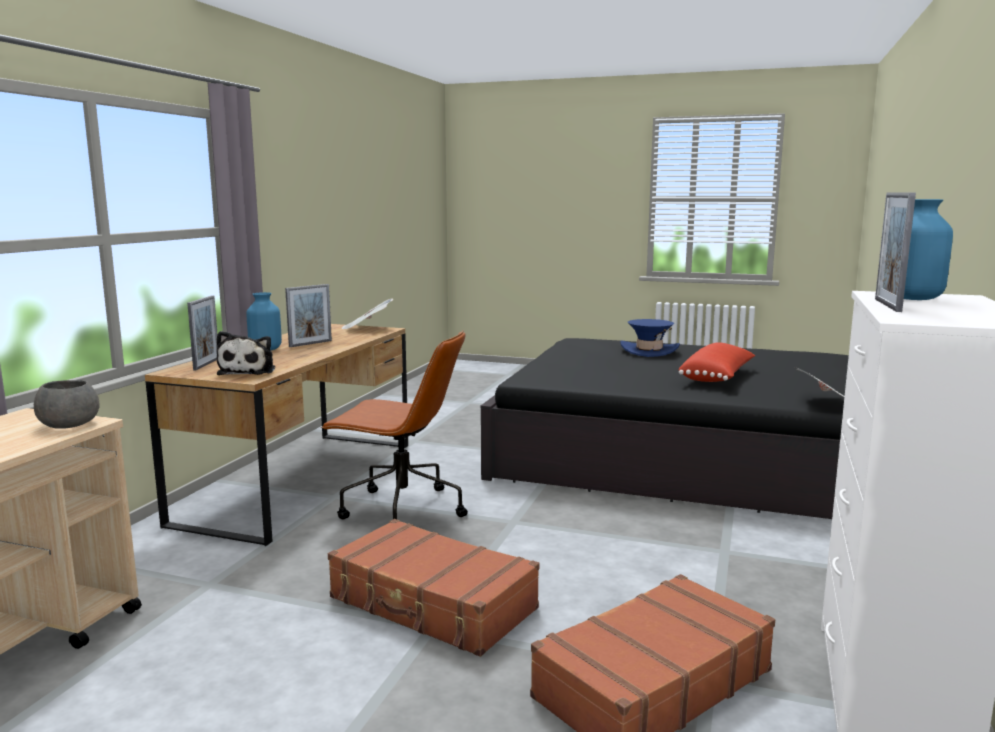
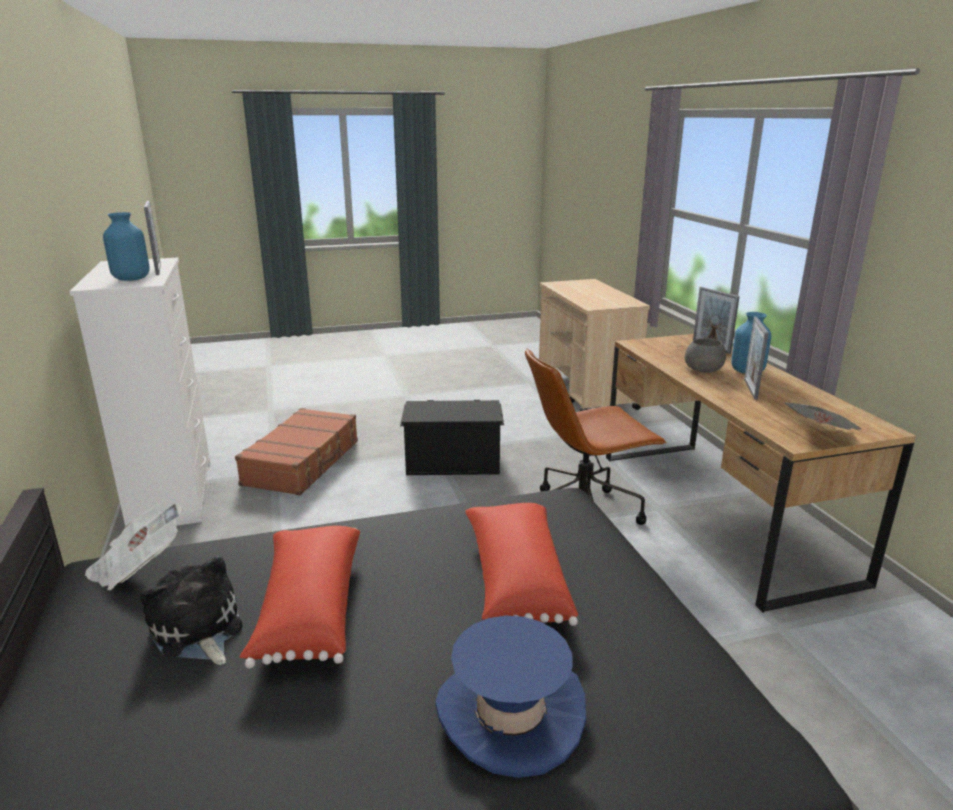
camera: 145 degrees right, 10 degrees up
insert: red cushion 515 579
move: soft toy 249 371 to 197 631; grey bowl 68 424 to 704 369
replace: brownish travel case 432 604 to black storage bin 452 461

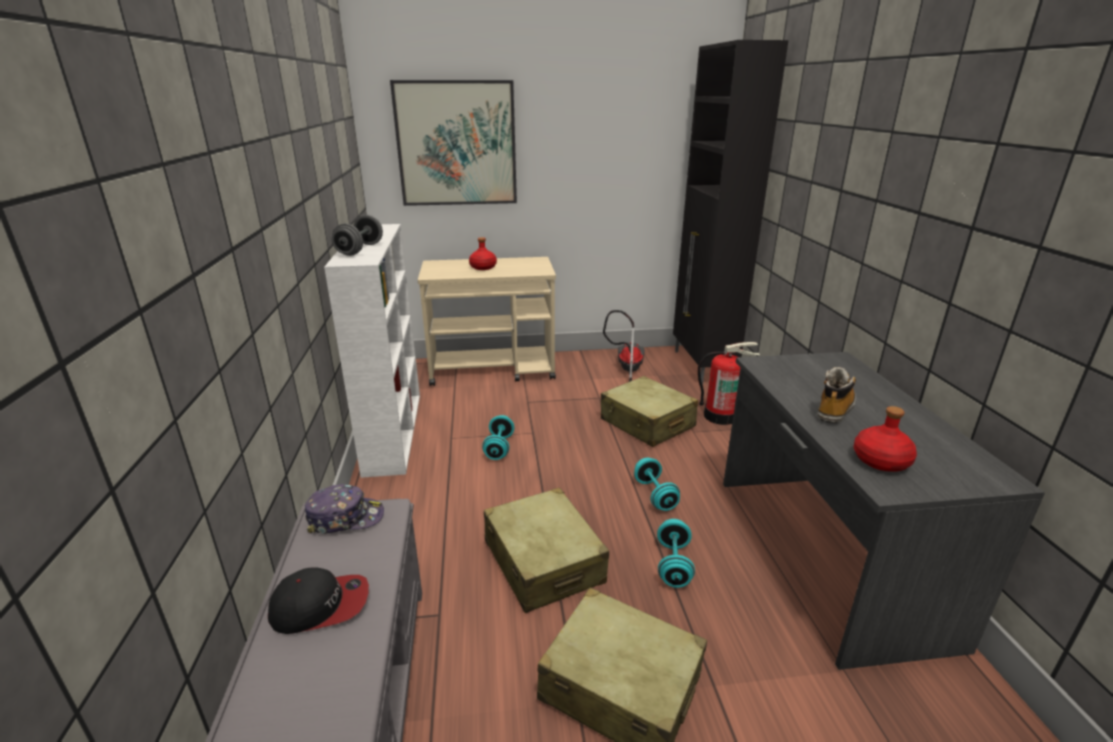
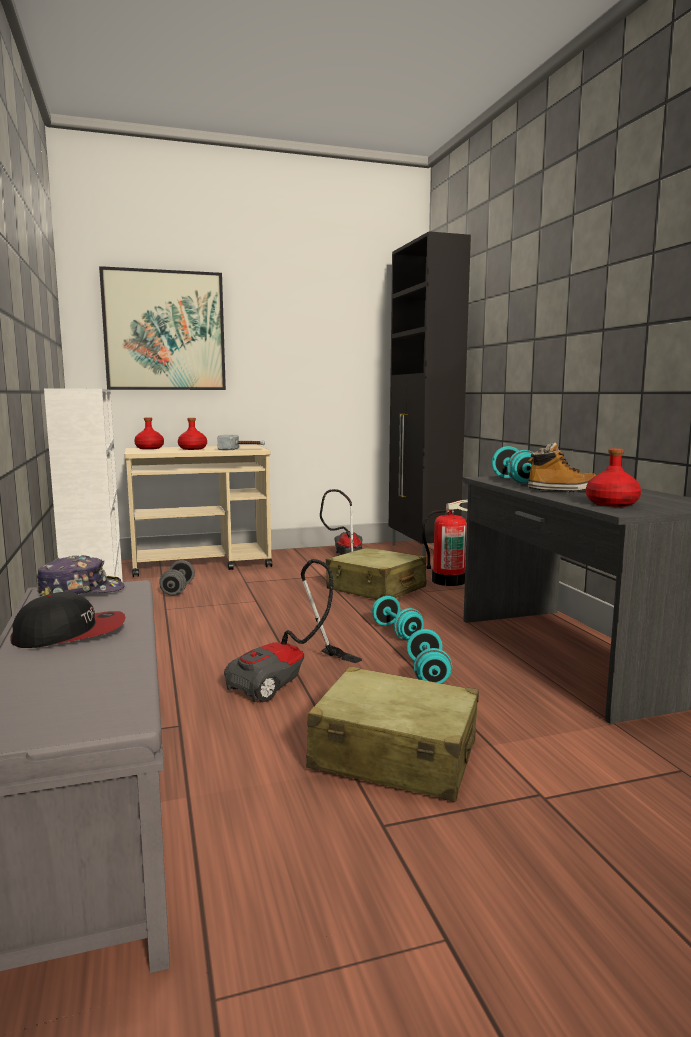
camera: 10 degrees left, 15 degrees down
insert: red drink bottle 149 448; tool hammer 242 449
move: grey free weight 360 249 to 178 589; blue-green free weight 499 448 to 514 480
replace: sand-coloured travel case 543 562 to hoover 289 682
rotate: tall boot 834 409 = 562 490 60 degrees clockwise

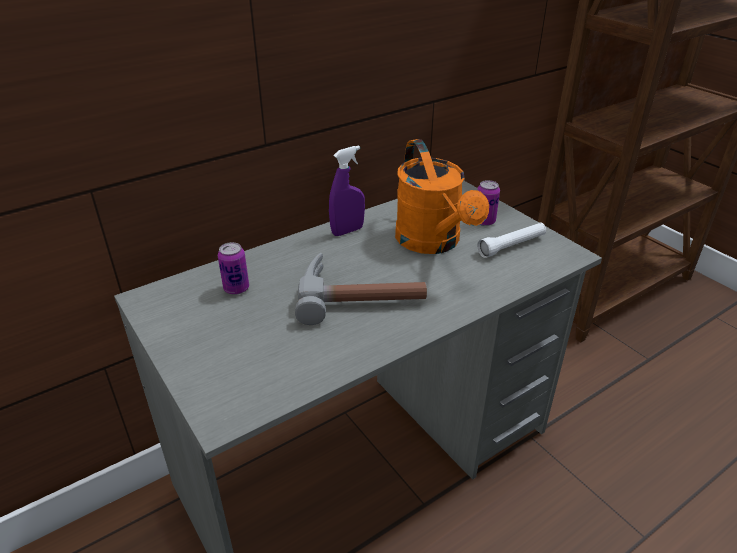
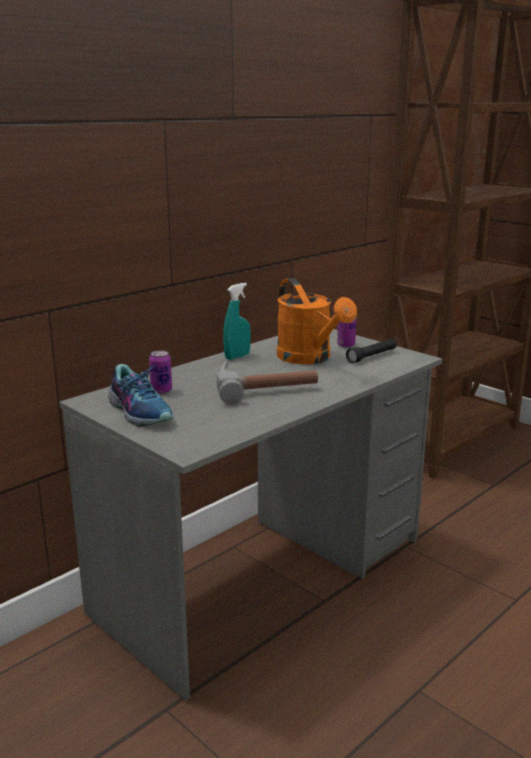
camera: 10 degrees left, 15 degrees down
insert: low shoe 141 411
recolor: purple sprayer 347 231 to blue-green sprayer 237 356; white-coloured hand torch 511 246 to black hand torch 372 356

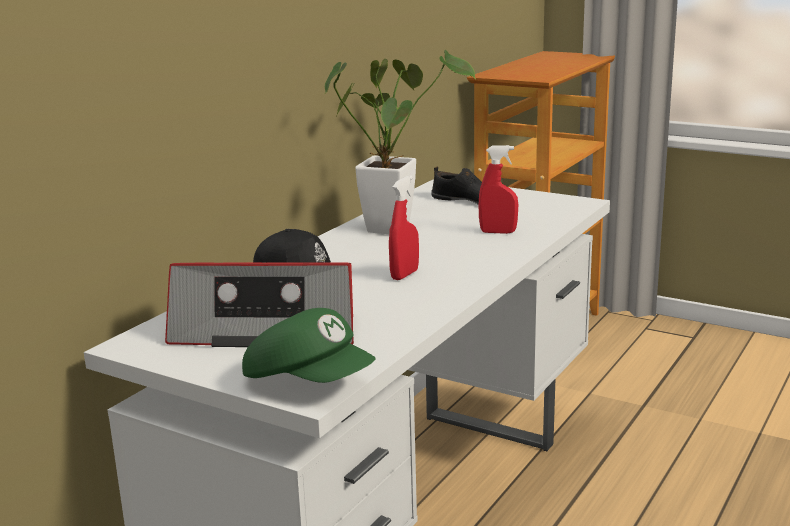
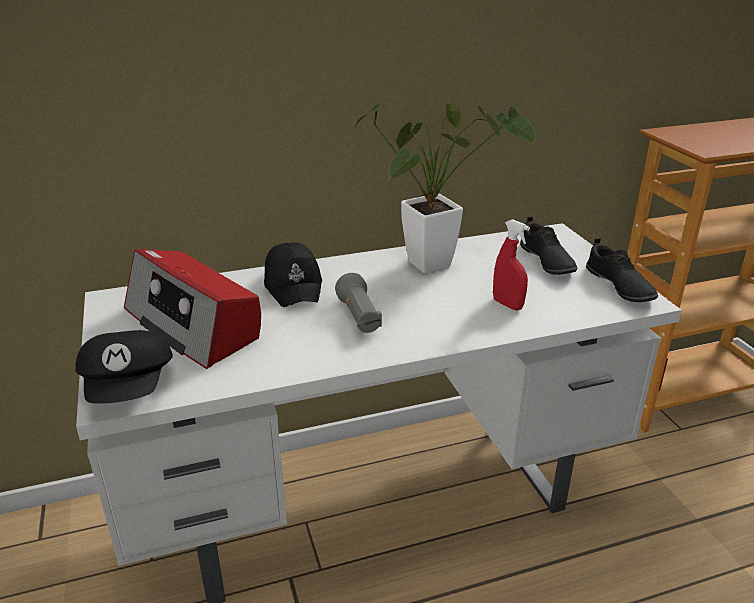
camera: 40 degrees right, 10 degrees up
insert: black low shoe 619 286
replace: red sprayer 404 275 to grey hand torch 359 317
recolor: greenish baseball cap 309 381 to black baseball cap 130 388

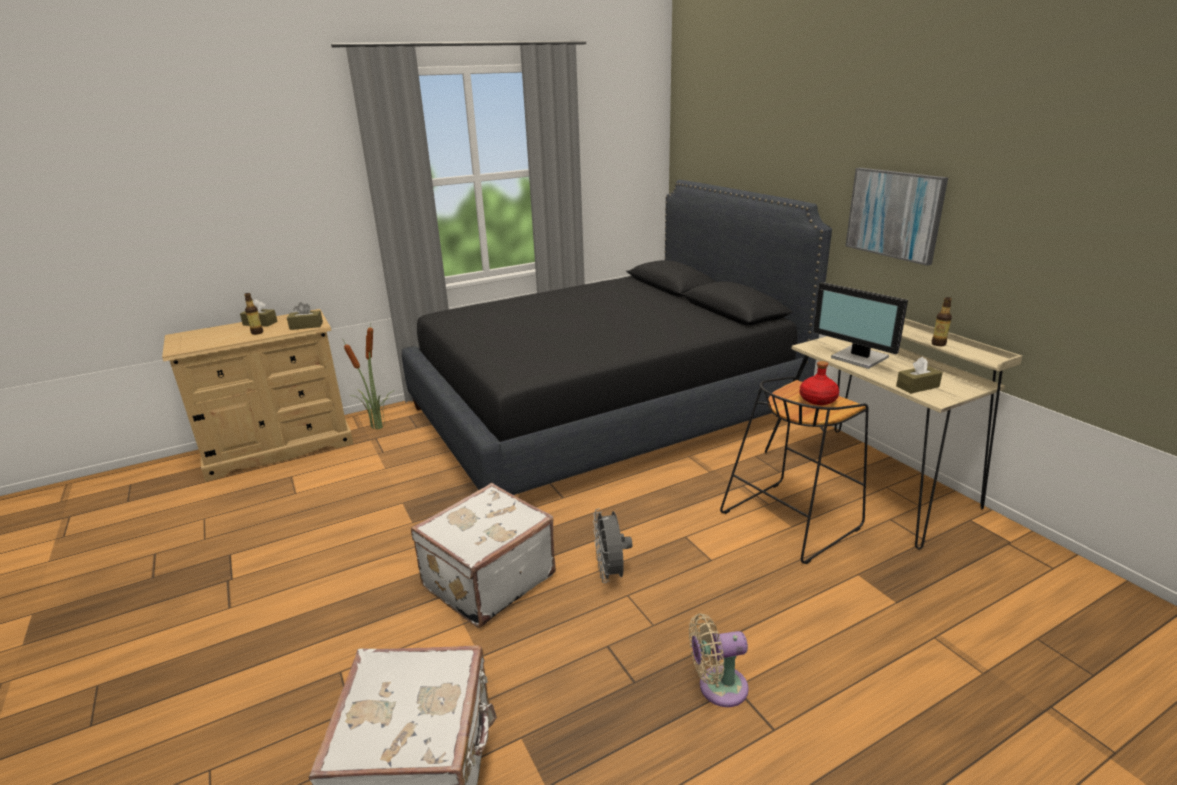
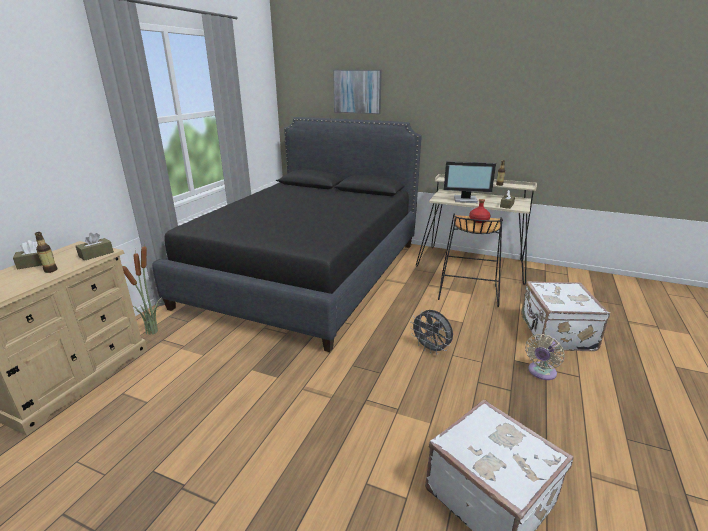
camera: 40 degrees left, 0 degrees up
move: picture 894 214 to 357 91; white-coloured travel case 487 580 to 555 333

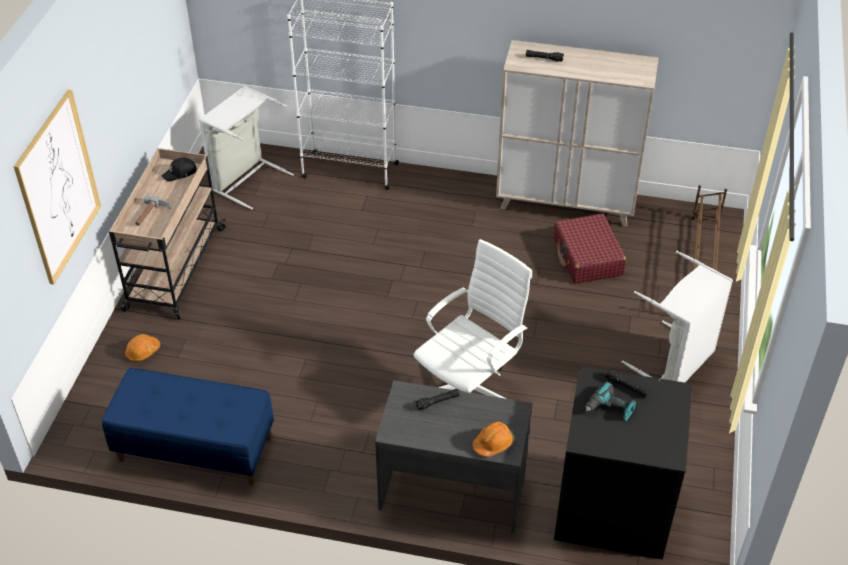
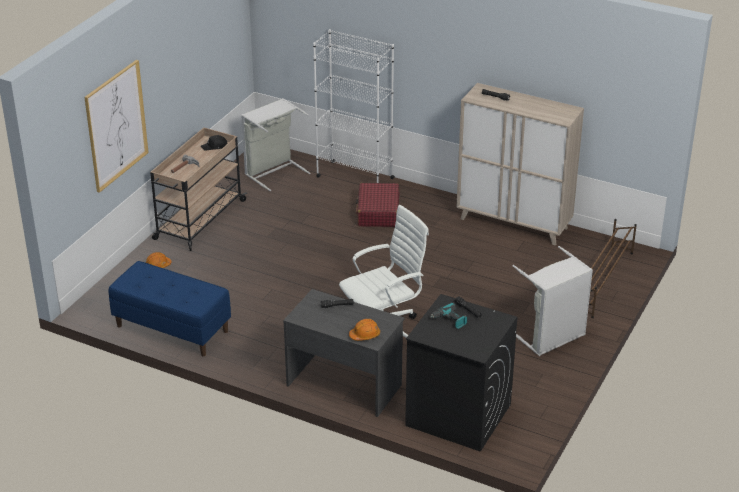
camera: 15 degrees right, 10 degrees down
move: red travel case 587 257 to 378 212

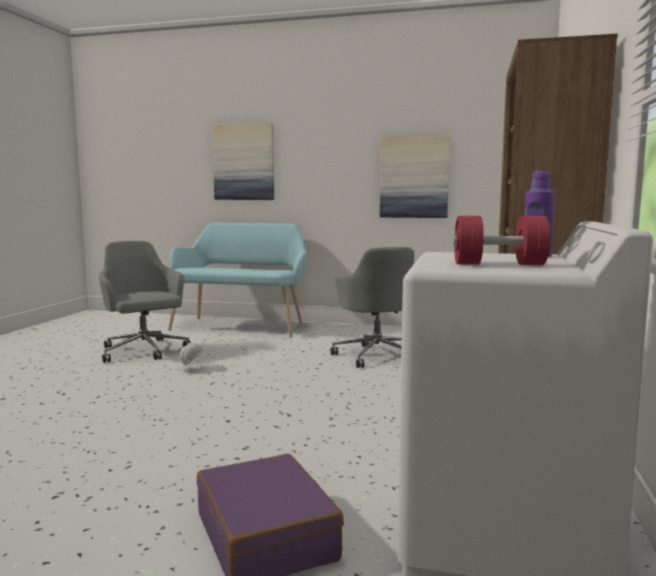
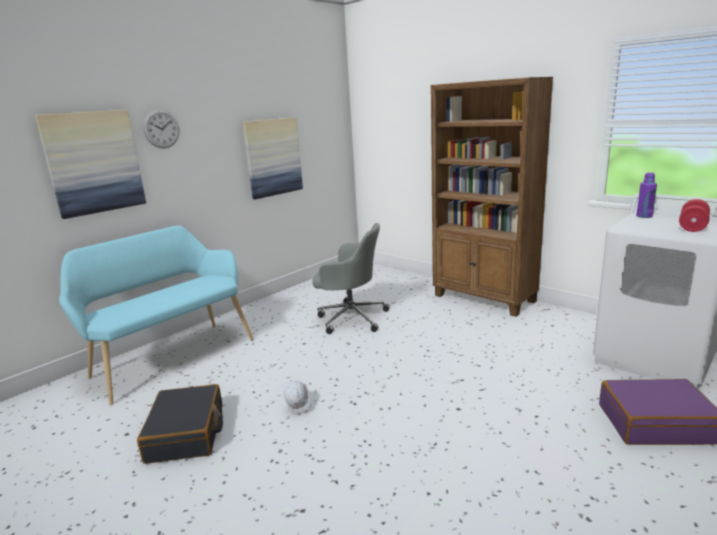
camera: 60 degrees left, 10 degrees up
insert: hanging clock 161 129
replace: grey computer chair 144 351 to black travel case 187 433

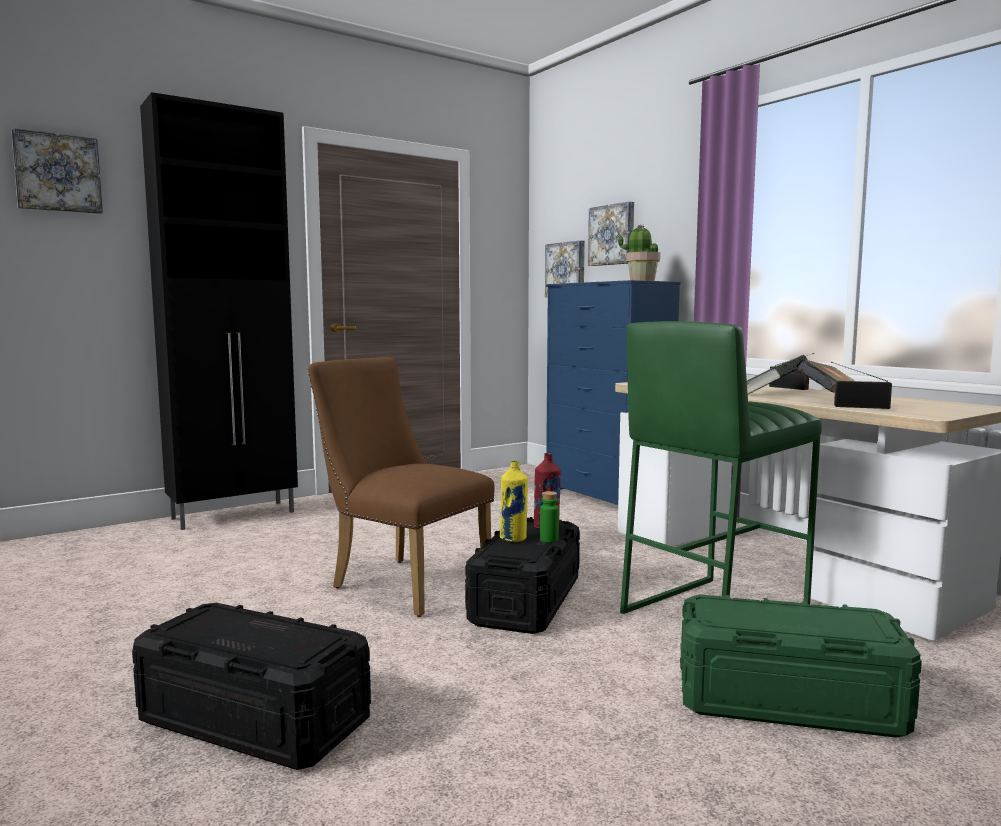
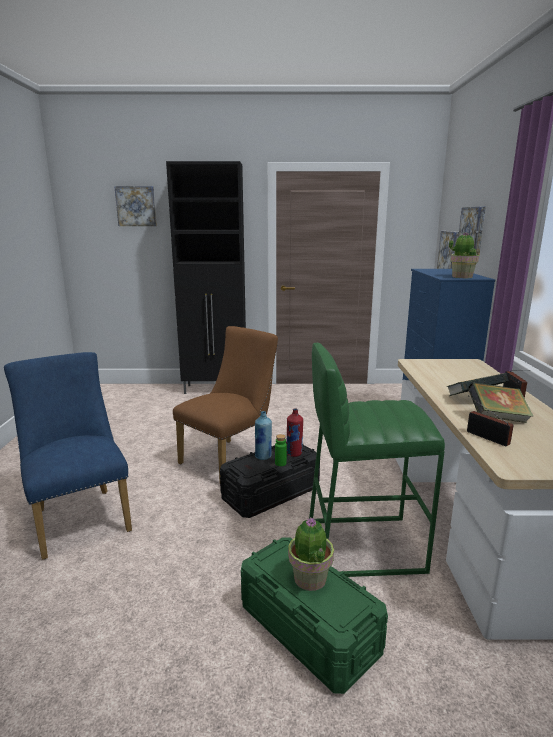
camera: 35 degrees right, 10 degrees up
insert: houseplant 310 579
replace: black storage bin 254 720 to blue-coloured upright chair 80 516
recolor: yellow-coloured drink bottle 513 539 to blue-coloured drink bottle 263 456
rotate: brownish upright chair 402 582 = 230 458 60 degrees clockwise

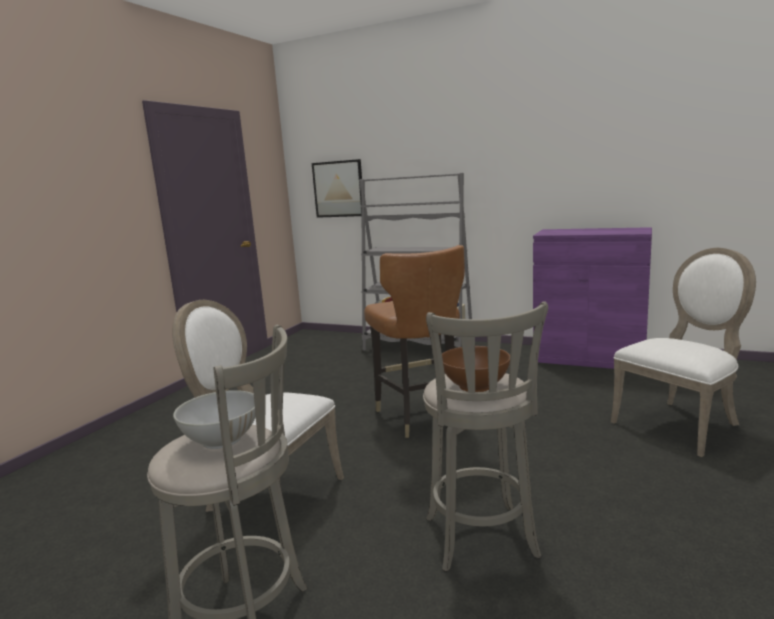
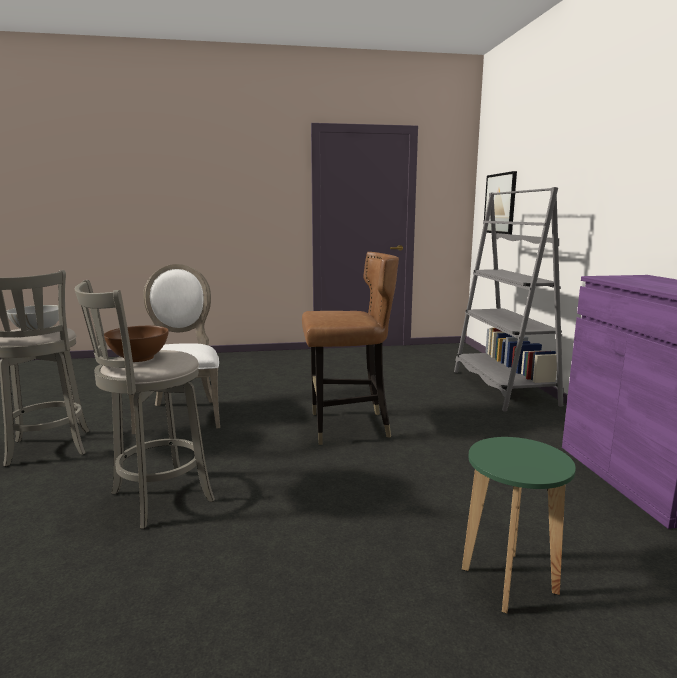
camera: 55 degrees right, 0 degrees up
replace: white-coloured upright chair 681 423 to greenish sitting stool 509 581
rotate: brownish upright chair 420 416 = 347 427 135 degrees counterclockwise

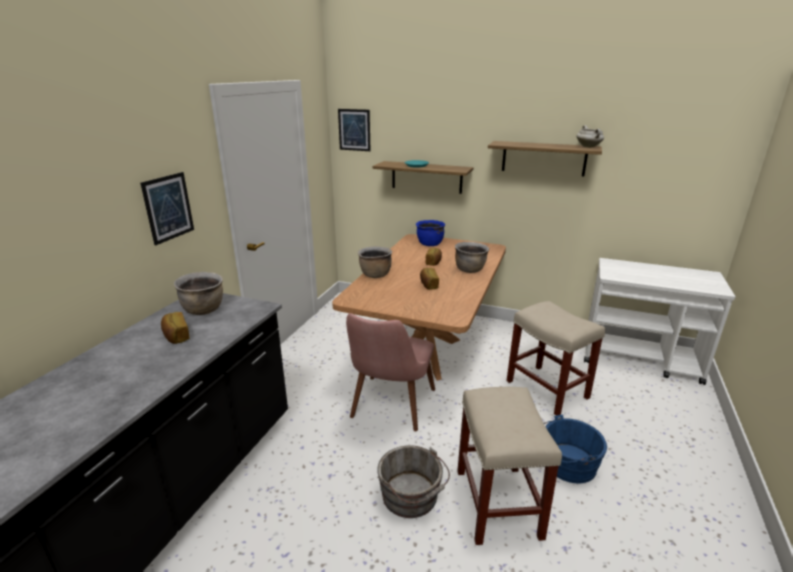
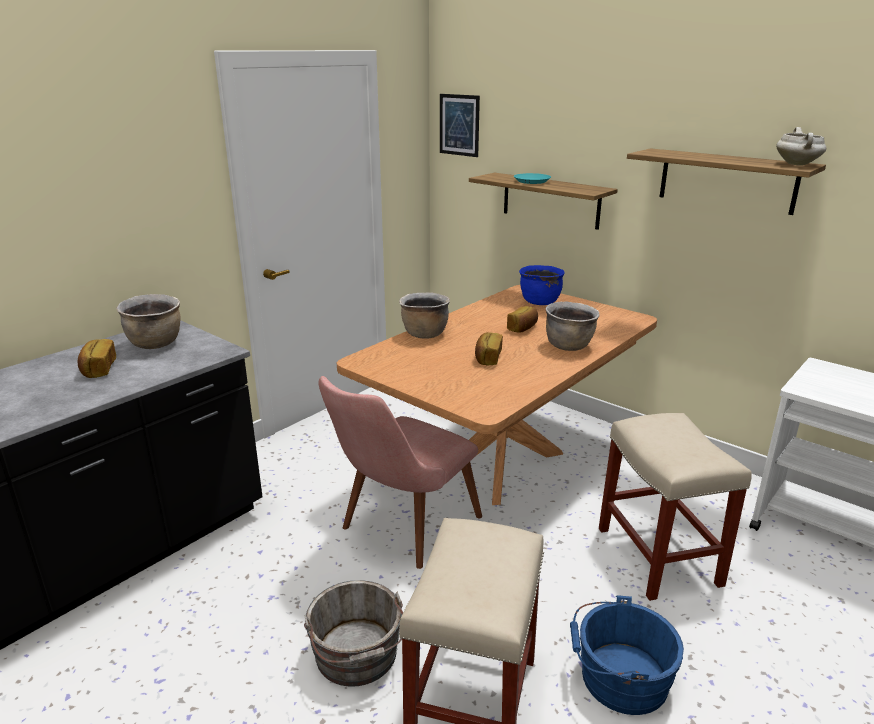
camera: 20 degrees right, 0 degrees up
delete: picture 168 207

